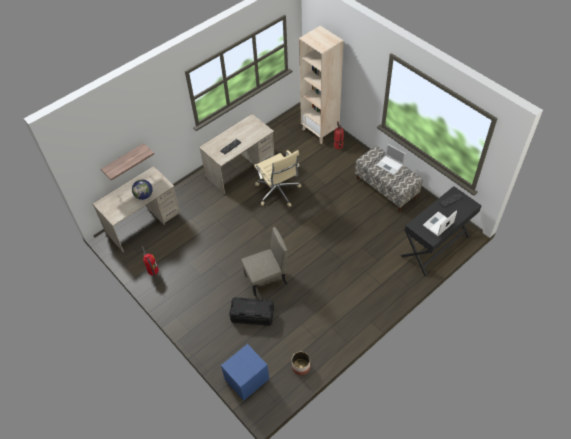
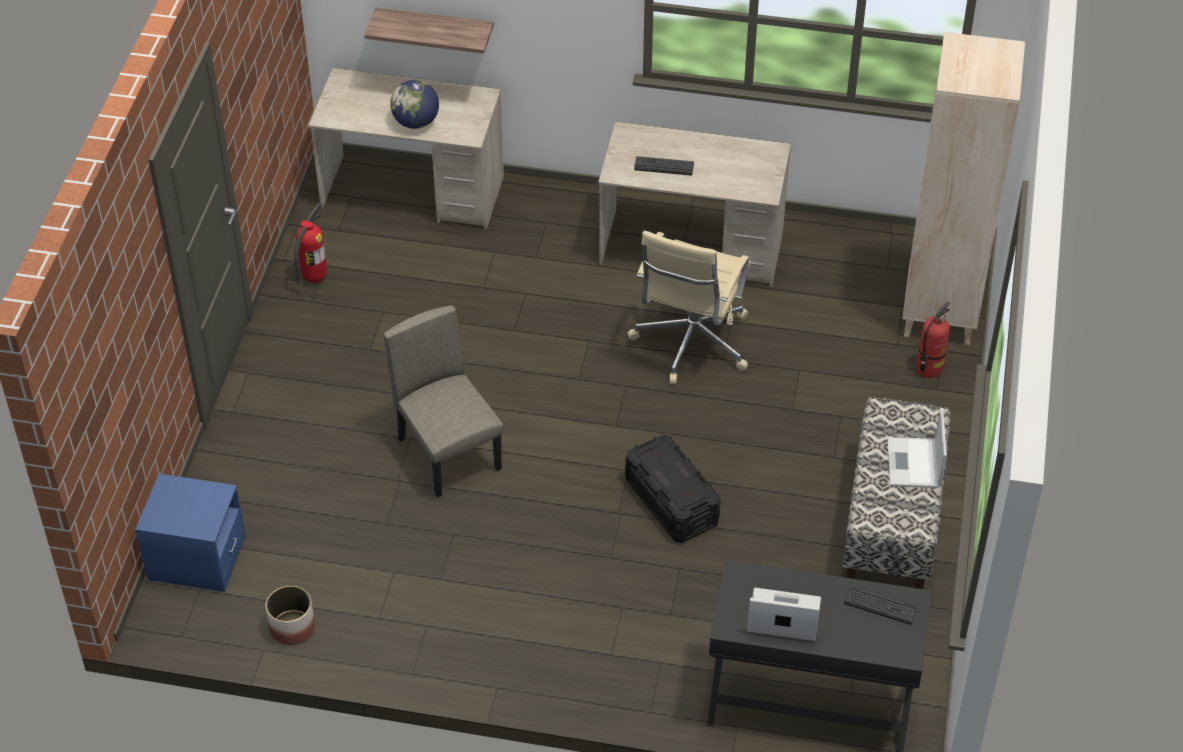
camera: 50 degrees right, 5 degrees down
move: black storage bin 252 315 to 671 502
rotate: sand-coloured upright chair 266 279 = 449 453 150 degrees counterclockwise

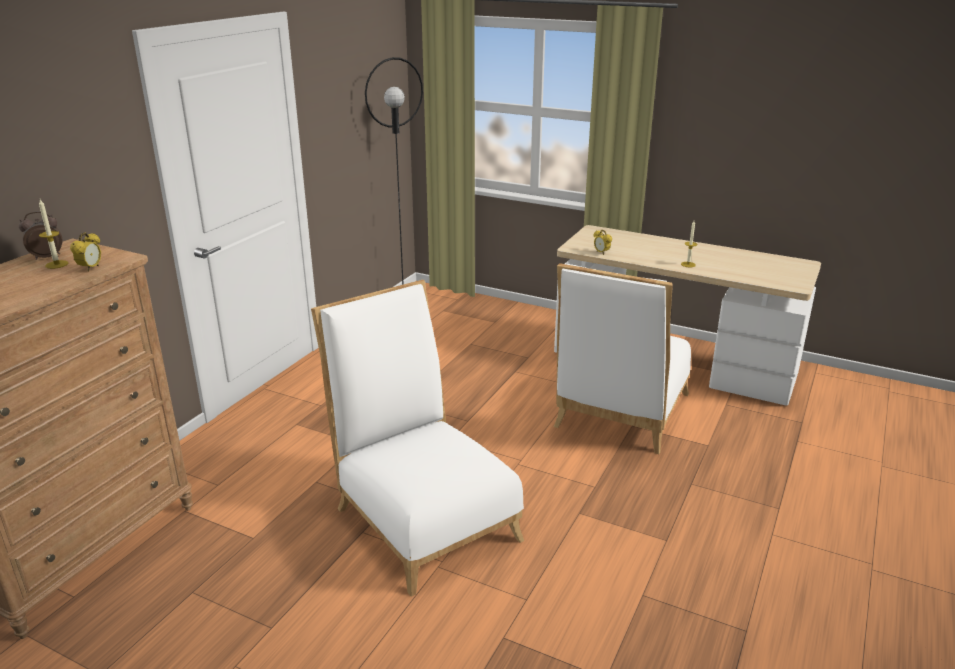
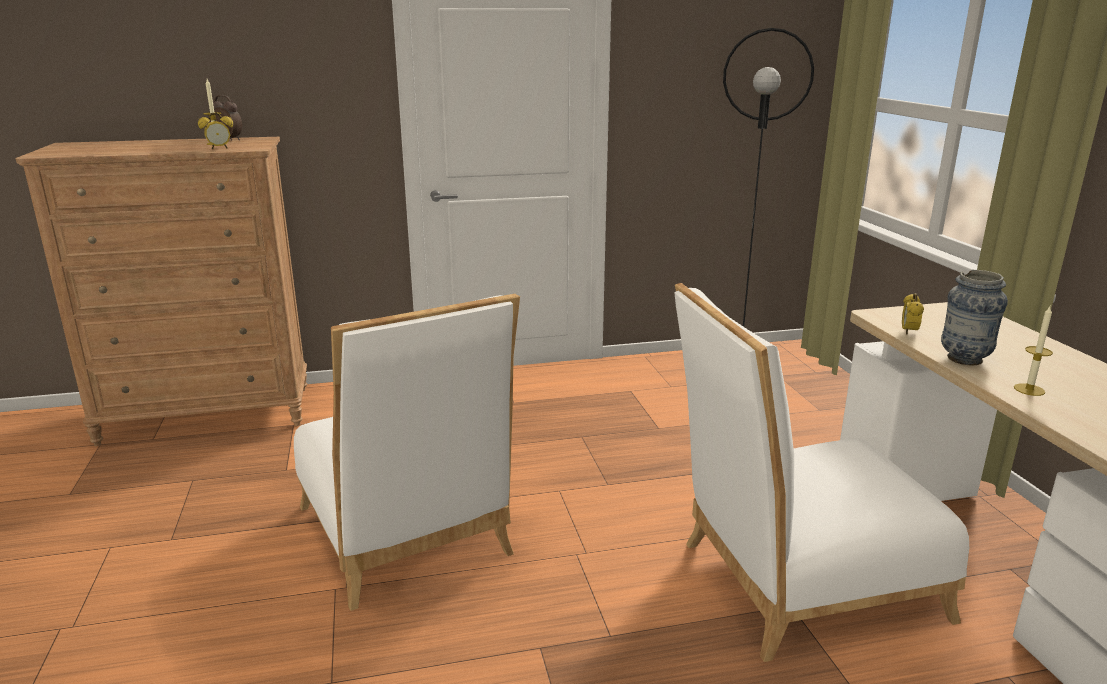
camera: 50 degrees right, 5 degrees down
insert: flower vase 964 359
rotate: white-coloured upright chair 421 516 = 407 538 135 degrees clockwise

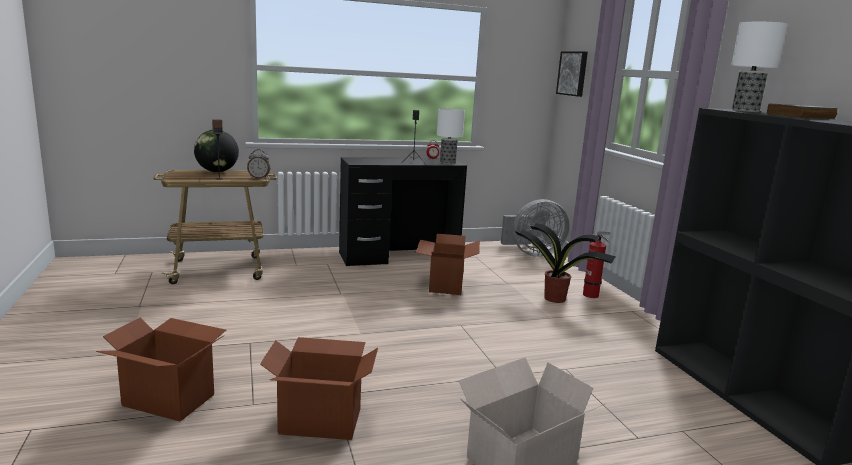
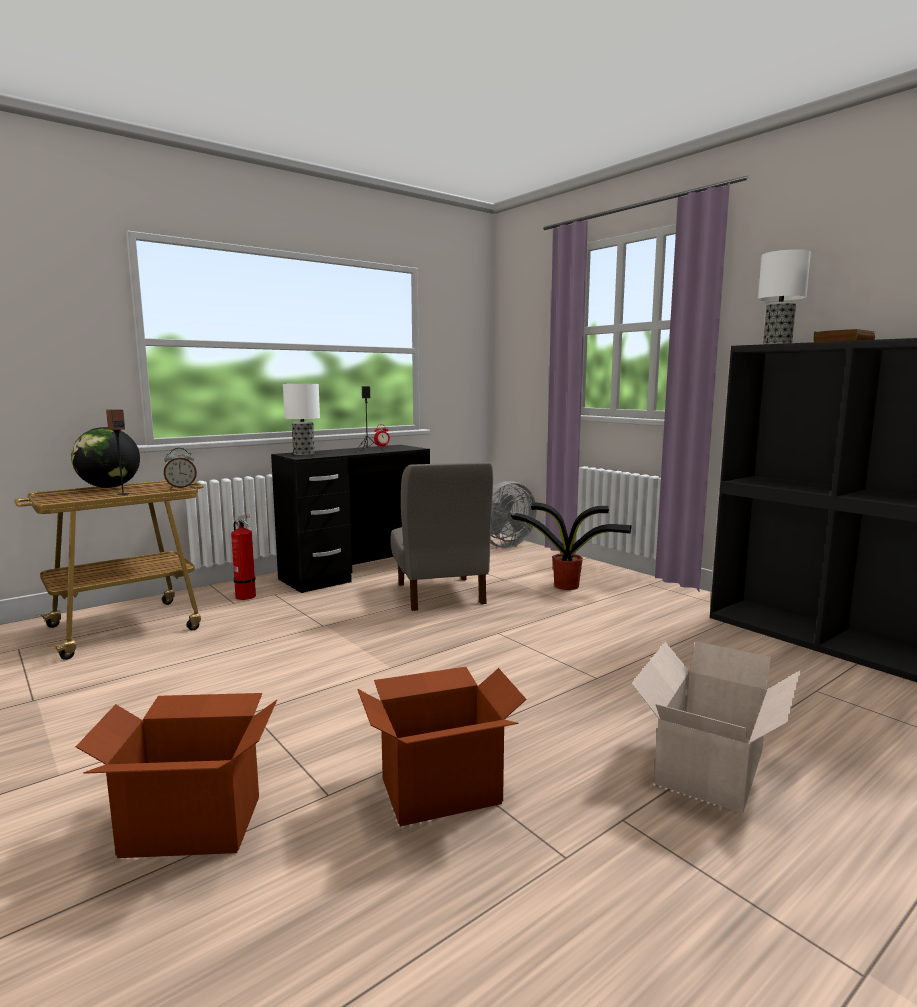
camera: 20 degrees left, 5 degrees down
delete: picture 573 73
move: fire extinguisher 592 295 to 247 597; tabletop lamp 447 163 to 303 453
replace: packing box 445 285 to grey upright chair 440 594

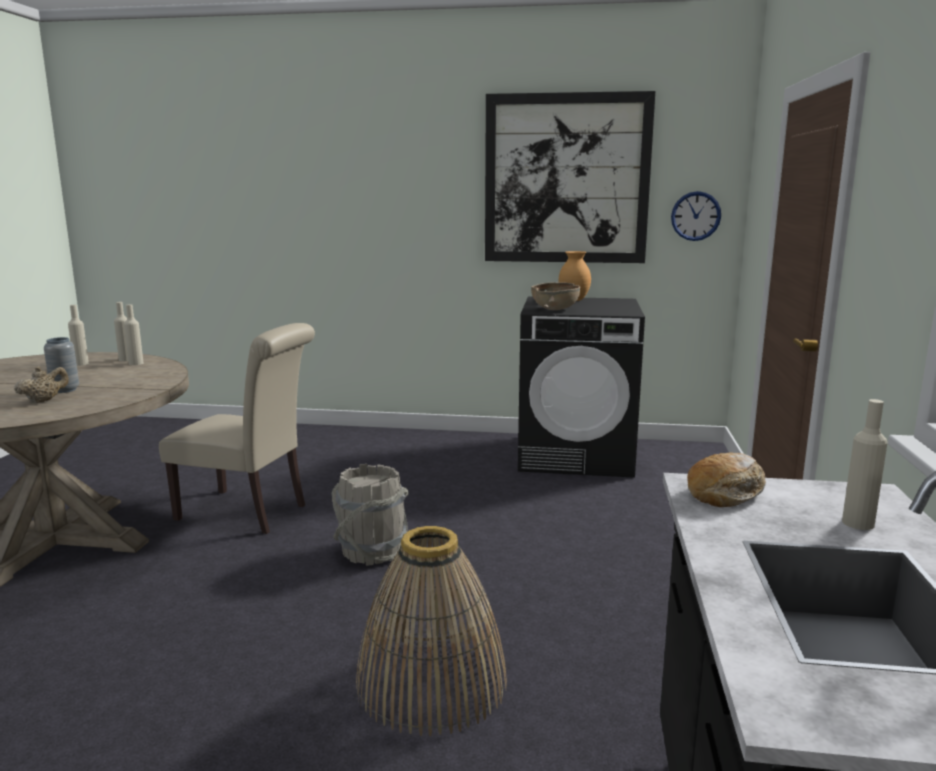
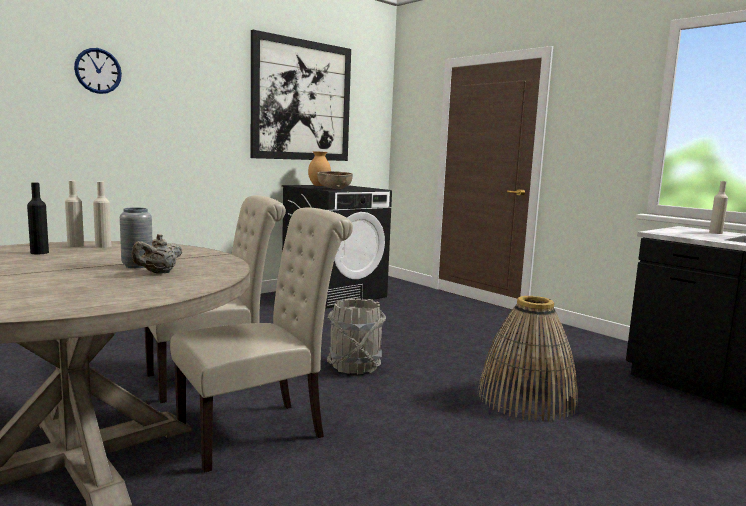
camera: 50 degrees left, 5 degrees down
delete: bread 726 492
insert: sand-coloured upright chair 260 431
move: hanging clock 695 216 to 98 71
recolor: sand-coloured drink bottle 81 364 to black drink bottle 39 253
rotate: sand-coloured teapot 44 400 = 158 273 135 degrees counterclockwise

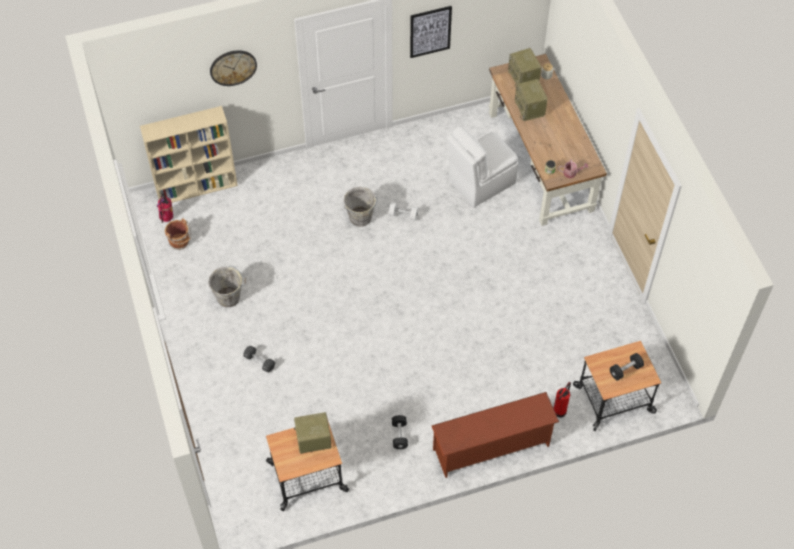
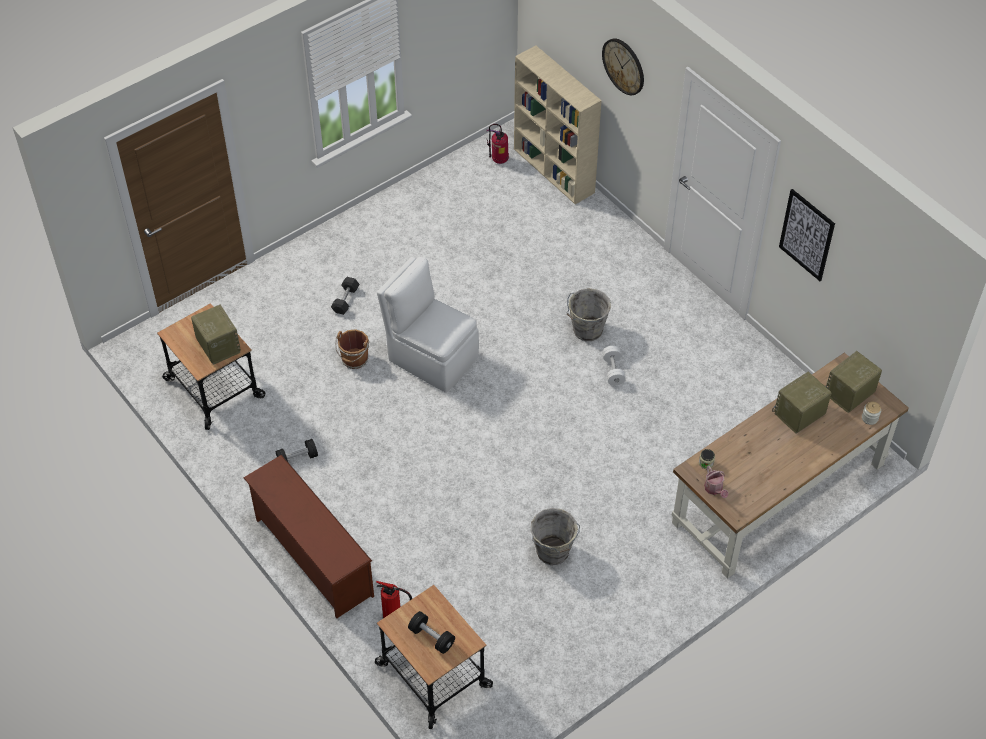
camera: 70 degrees right, 5 degrees down
move: brownish pail 180 242 to 354 360; white-coloured upright chair 480 182 to 431 357; grey pail 229 297 to 553 553

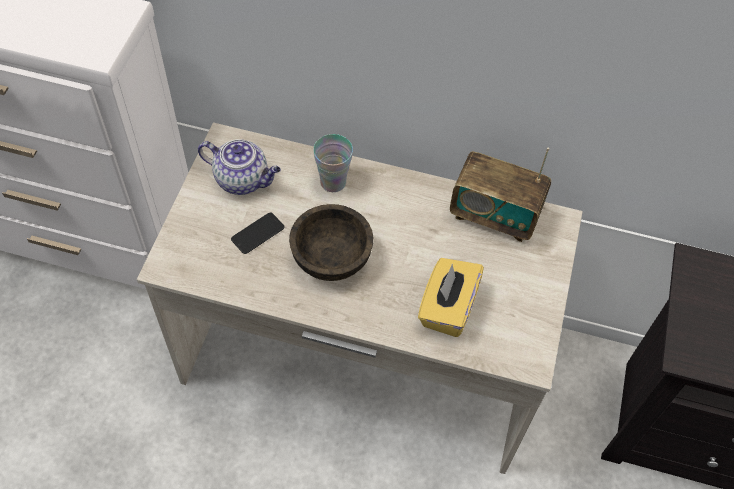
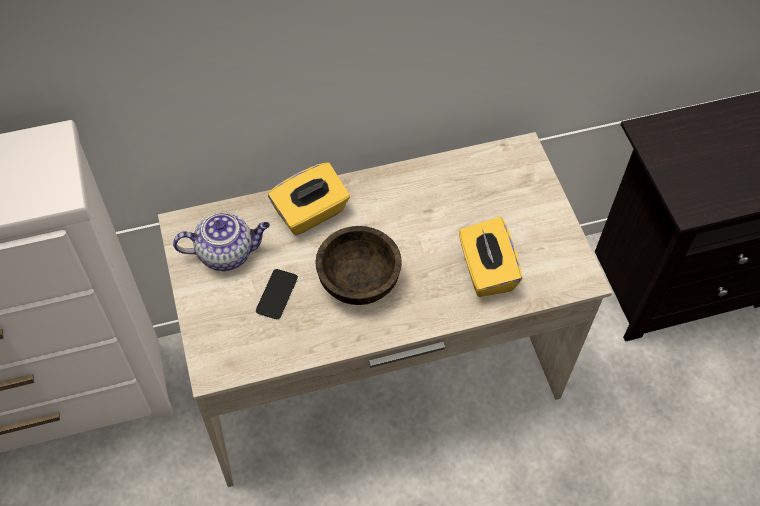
camera: 30 degrees left, 0 degrees up
delete: radio set 494 215
replace: small cup 333 182 to yellow-coloured tissue box 311 213

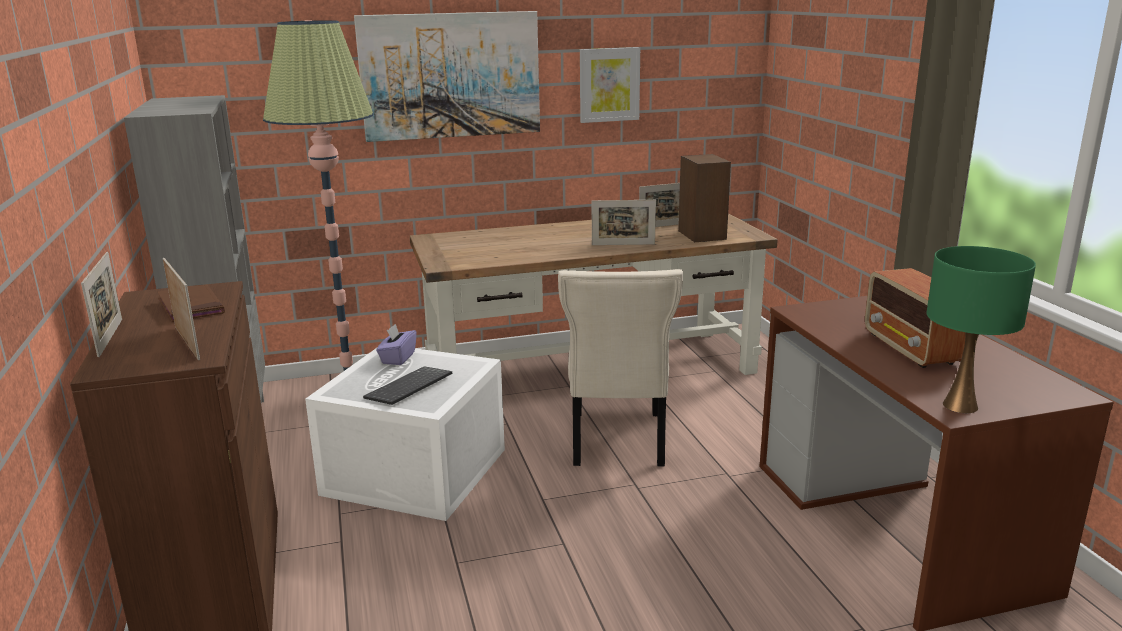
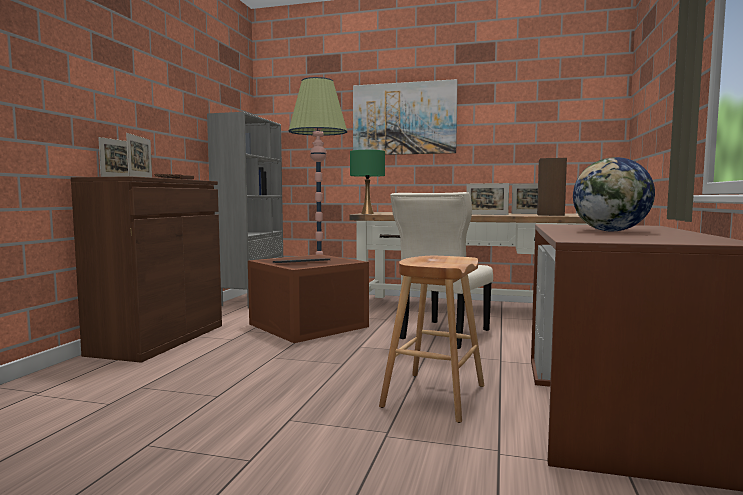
camera: 30 degrees right, 15 degrees down
delete: purple tissue box 398 358; picture 609 84
insert: brownish sitting stool 434 396
move: greenish tabletop lamp 960 406 to 367 213
replace: radio set 911 349 to desk globe 611 231
recolor: white-coloured storage bin 416 473 to brownish storage bin 308 326

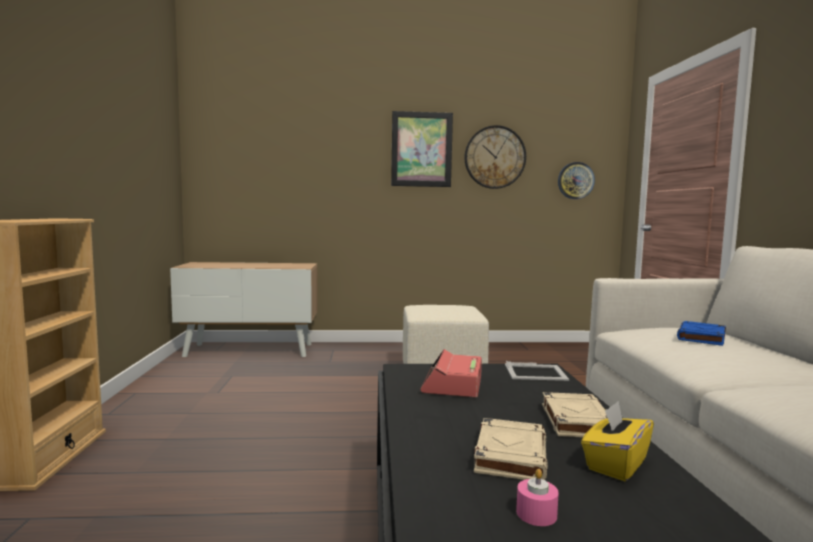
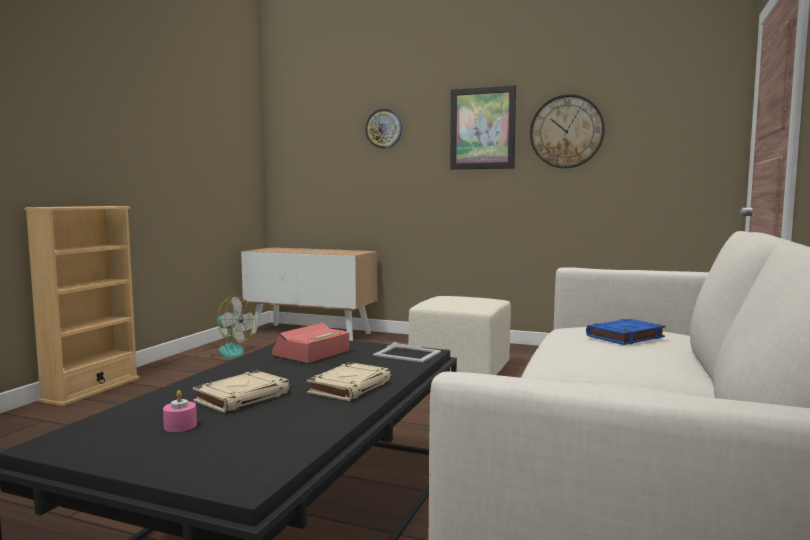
camera: 25 degrees right, 0 degrees up
delete: yellow-coloured tissue box 615 464
insert: fan 225 352
move: hanging clock 575 180 to 384 128

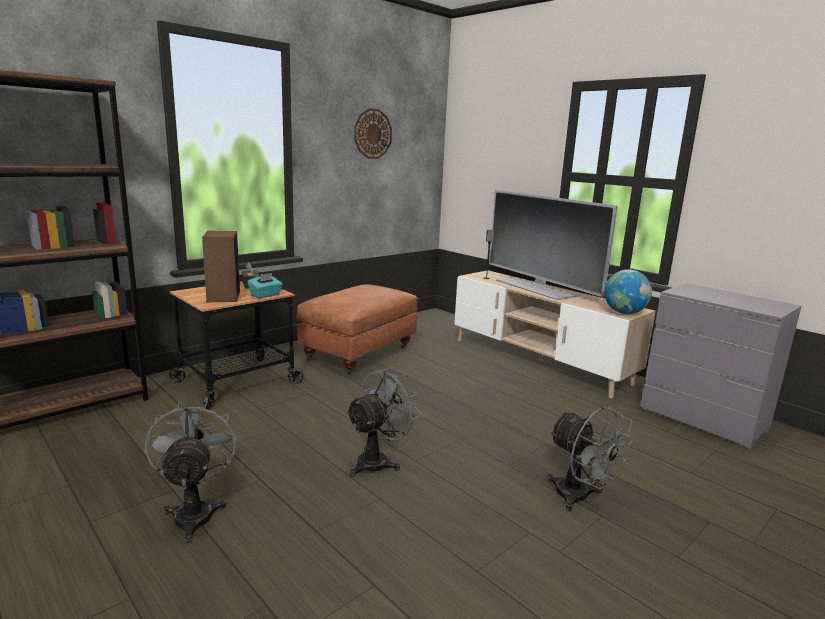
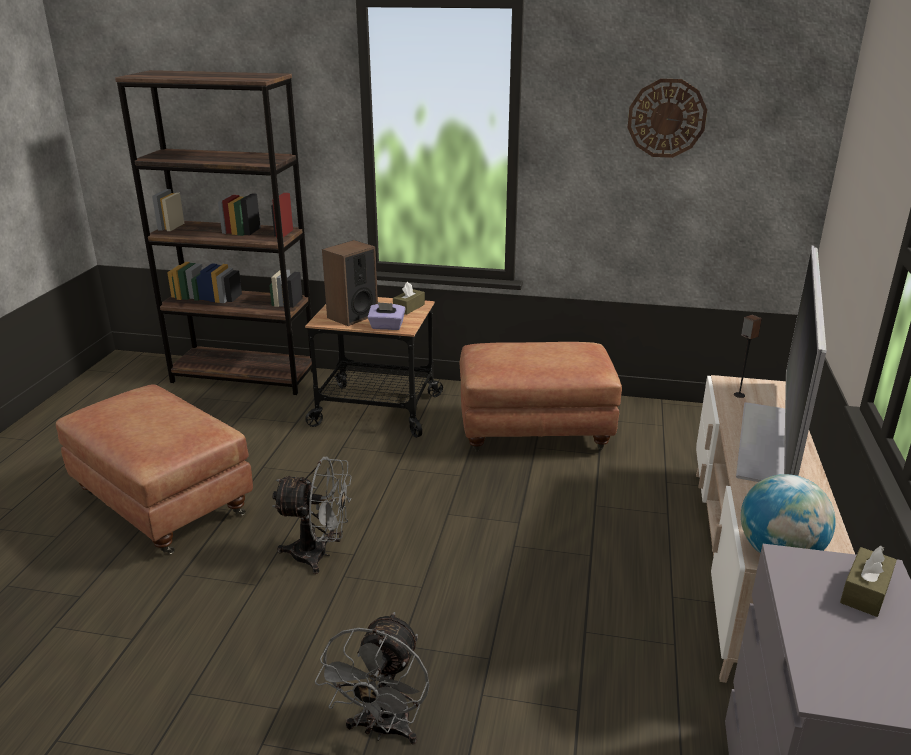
camera: 55 degrees right, 10 degrees up
insert: brownish tissue box 865 591
replace: grey fan 195 512 to brownish ottoman 162 506
recolor: blue-green tissue box 265 295 to purple tissue box 387 326

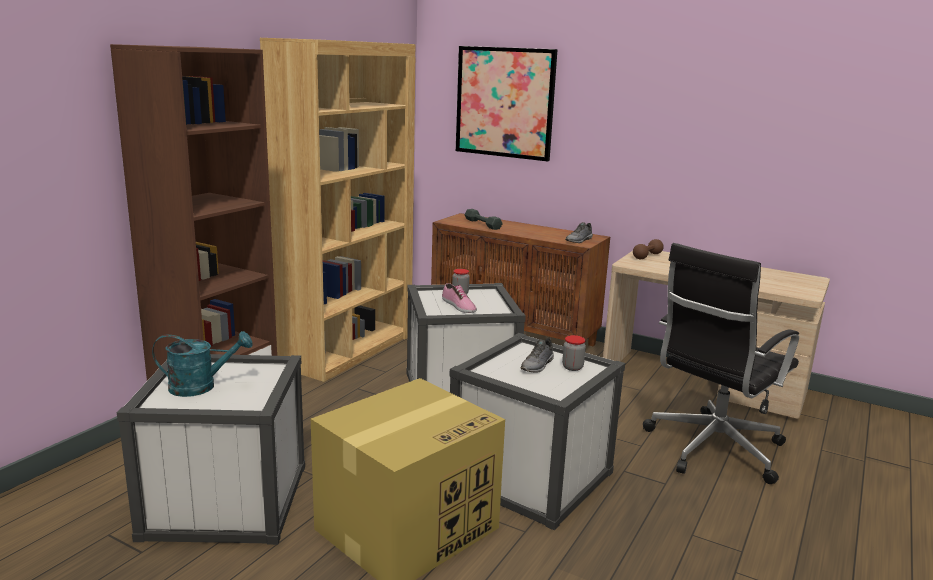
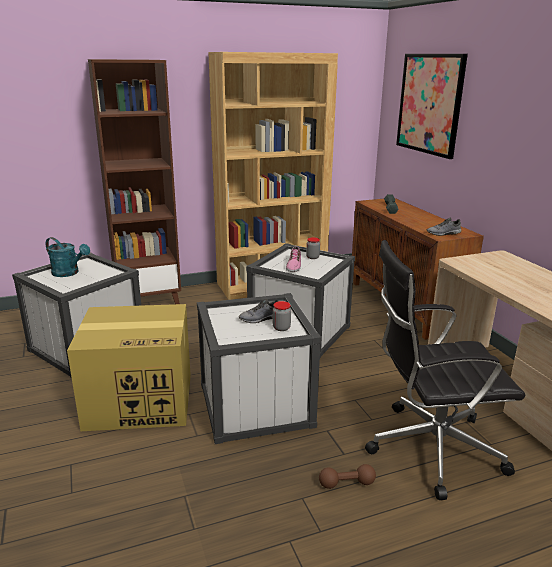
camera: 40 degrees right, 5 degrees up
move: brownish free weight 647 256 to 346 483

